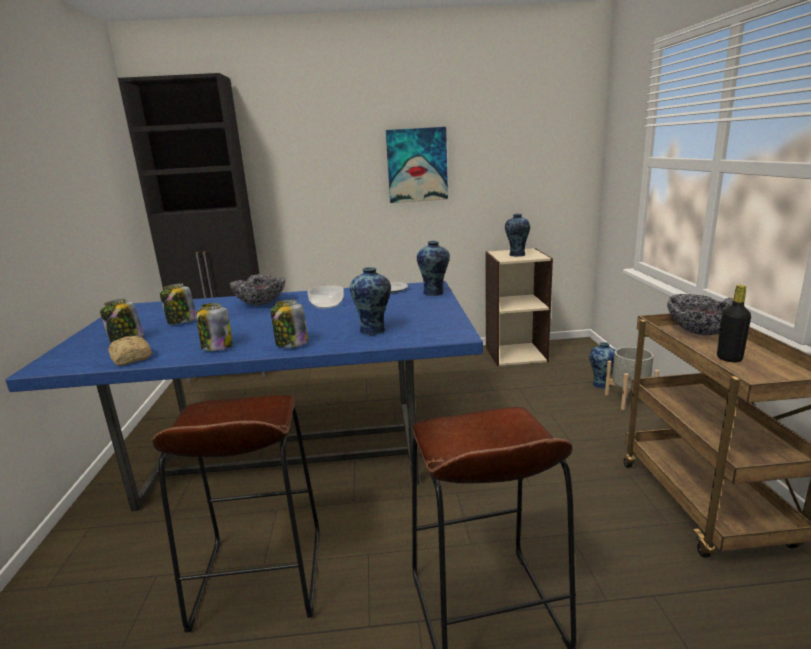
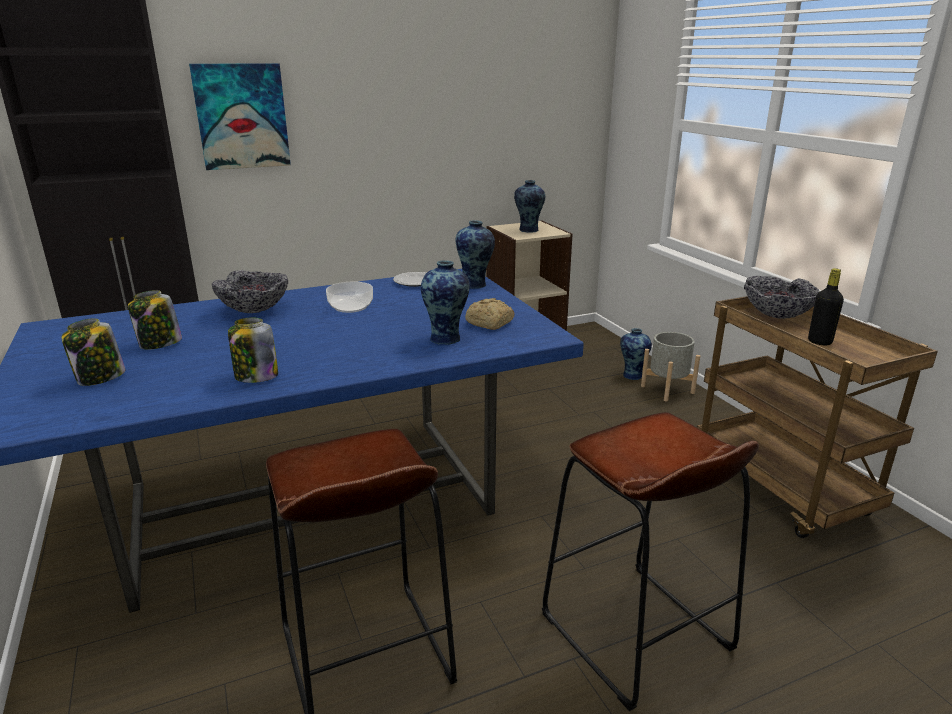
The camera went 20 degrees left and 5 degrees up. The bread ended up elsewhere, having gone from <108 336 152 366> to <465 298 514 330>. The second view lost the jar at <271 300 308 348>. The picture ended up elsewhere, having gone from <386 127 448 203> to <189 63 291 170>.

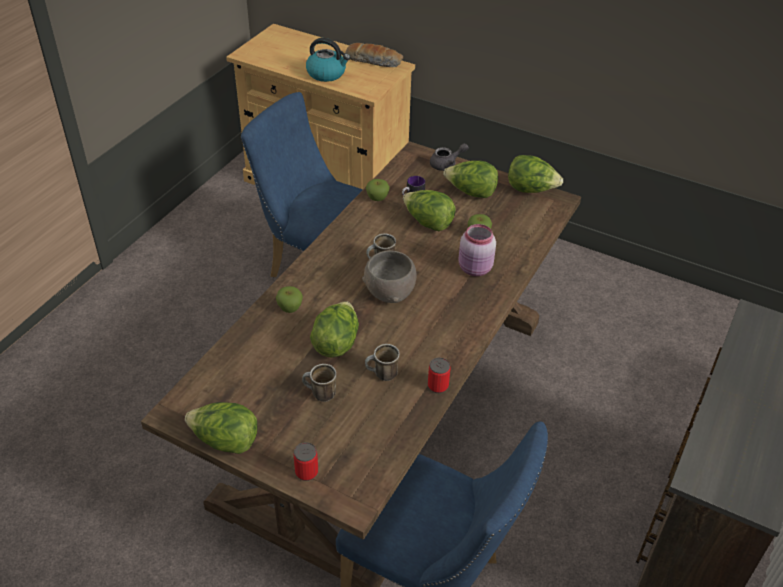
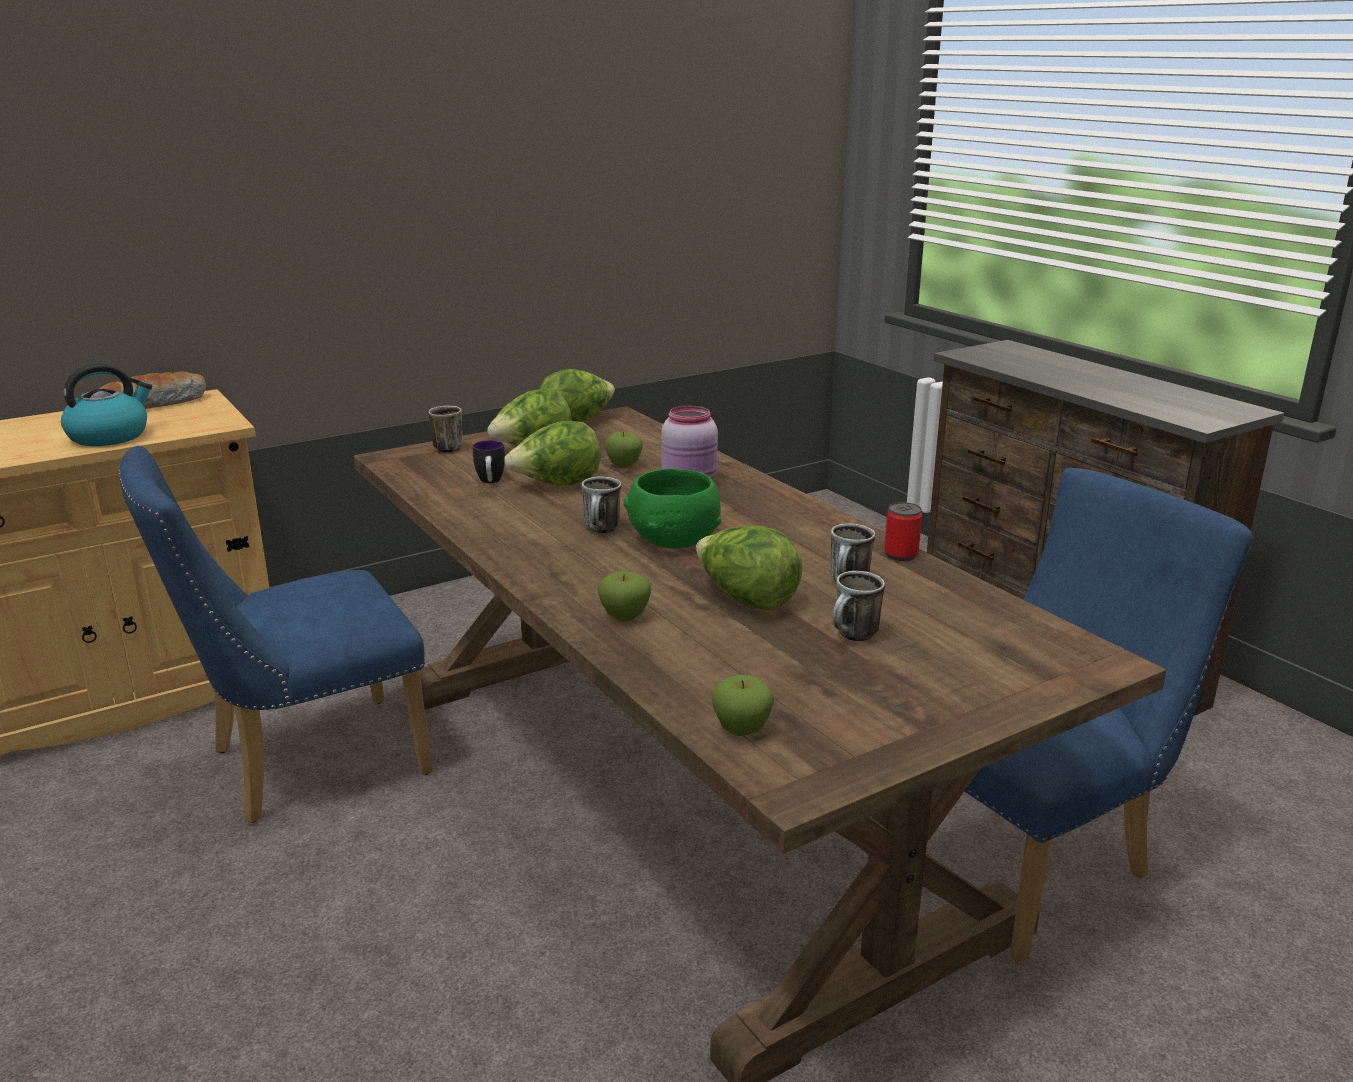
The camera went 60 degrees left and 20 degrees down. The second view lost the lettuce at <185 402 257 454>. The second view lost the can at <293 442 318 481>. What was the grey_bowl at <362 251 416 303> turned into the green_bowl at <624 469 721 548>. The apple ended up elsewhere, having gone from <366 179 390 201> to <711 675 774 736>. Where the grey_teapot stood at <430 143 469 171>, the mug came to stand at <428 406 463 453>.

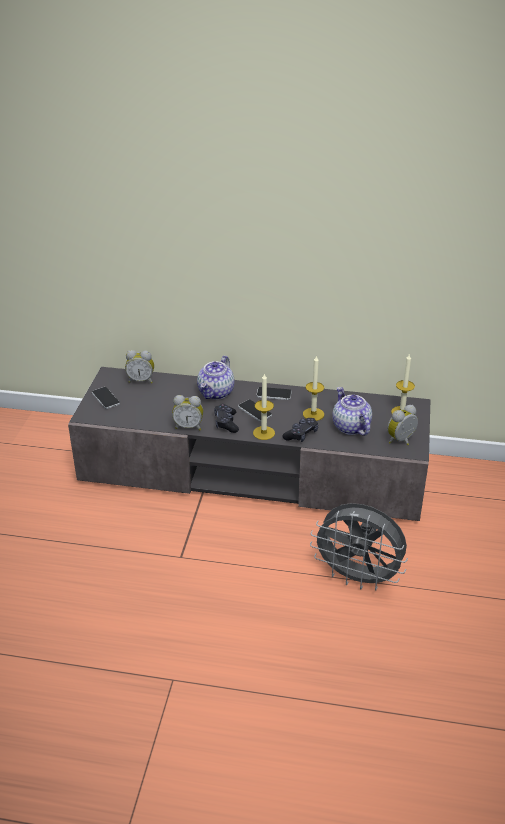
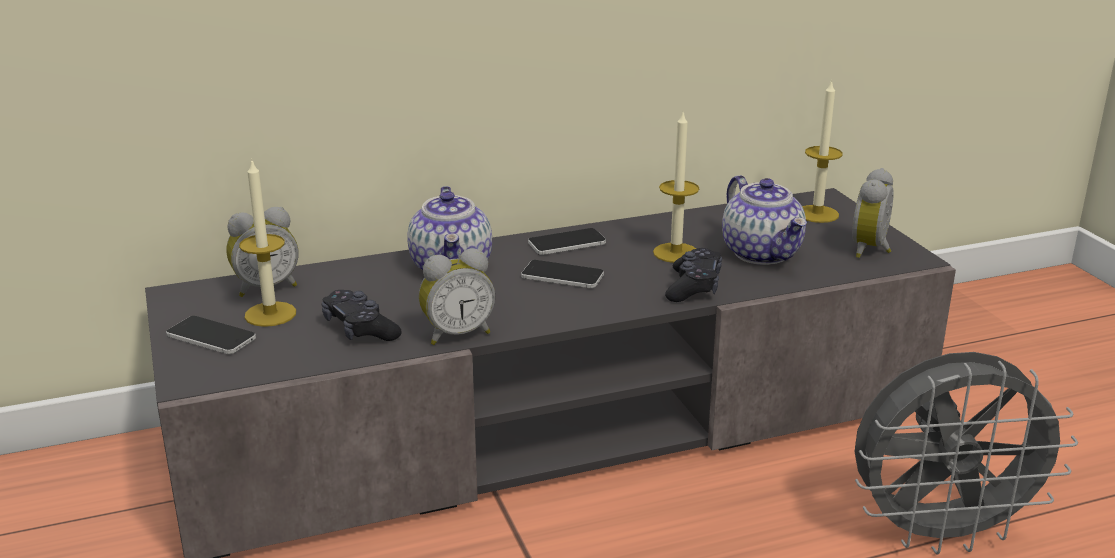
The camera went 30 degrees left and 10 degrees down. The black_game_controller ended up elsewhere, having gone from <214 404 239 433> to <322 290 402 341>. The candle ended up elsewhere, having gone from <253 373 275 440> to <239 158 296 327>. The teapot at <332 387 372 436> ended up facing another way, 150 degrees counterclockwise from before.

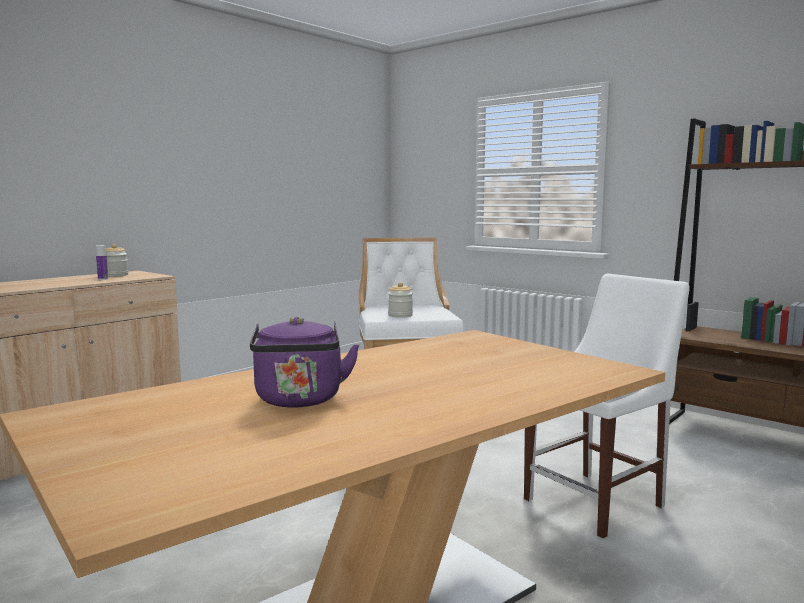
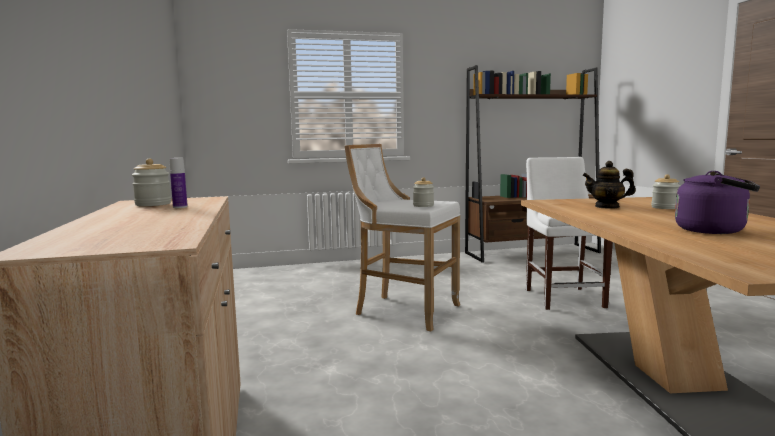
The camera went 55 degrees left and 0 degrees up. The second view gained the teapot at <582 161 636 209>. The second view gained the jar at <651 174 680 209>.

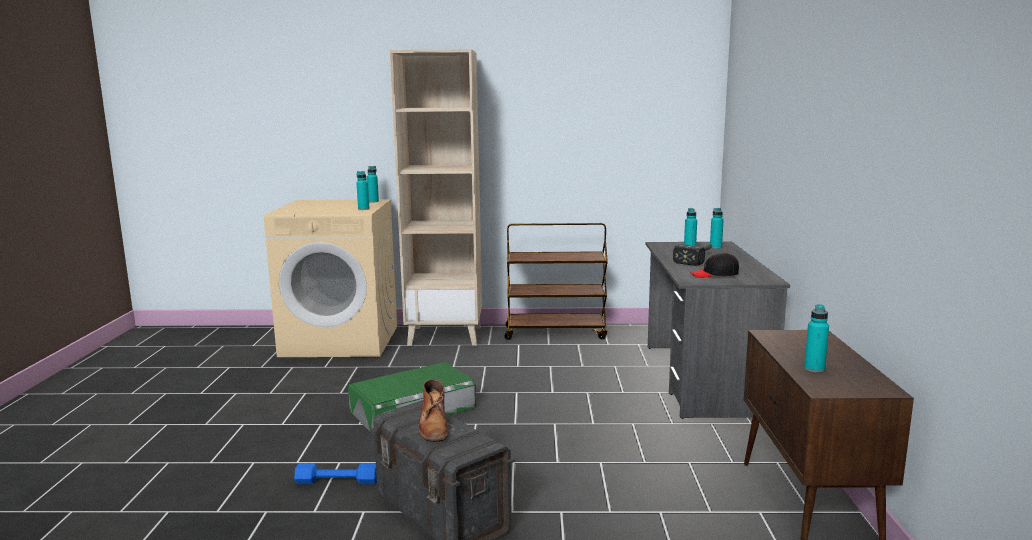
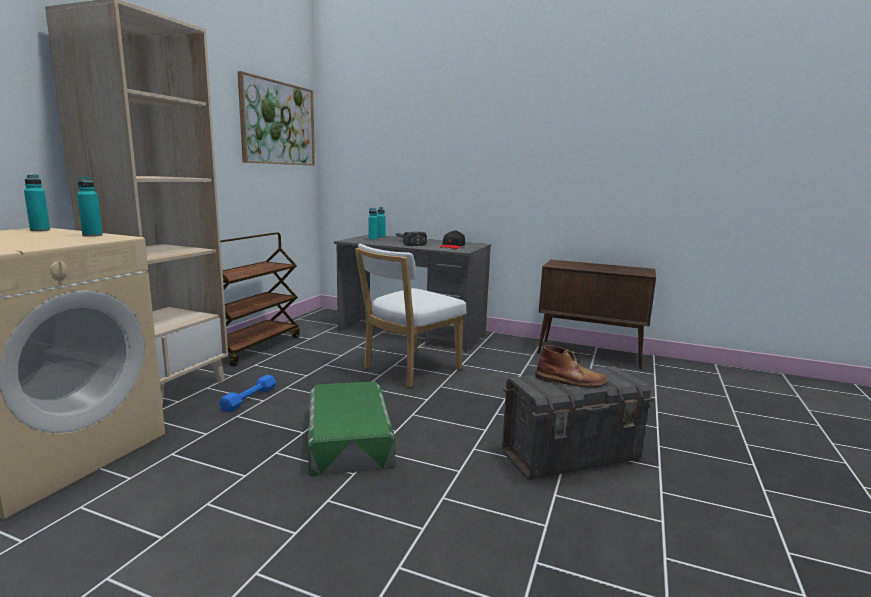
The camera went 70 degrees left and 0 degrees up. The blue_dumbbell ended up elsewhere, having gone from <294 463 377 484> to <219 375 277 412>. The second view lost the turquoise_bottle at <804 304 829 373>. The second view gained the picture at <238 71 315 166>. The second view gained the white_chair at <355 244 466 388>.

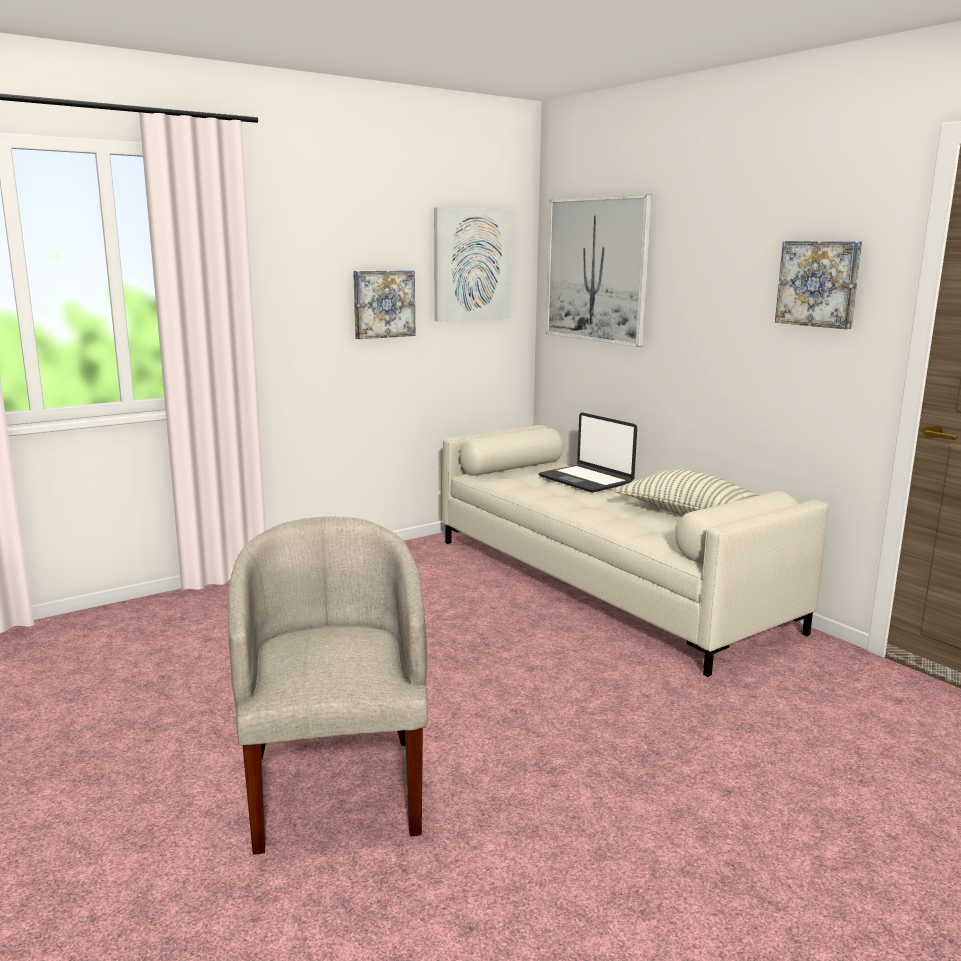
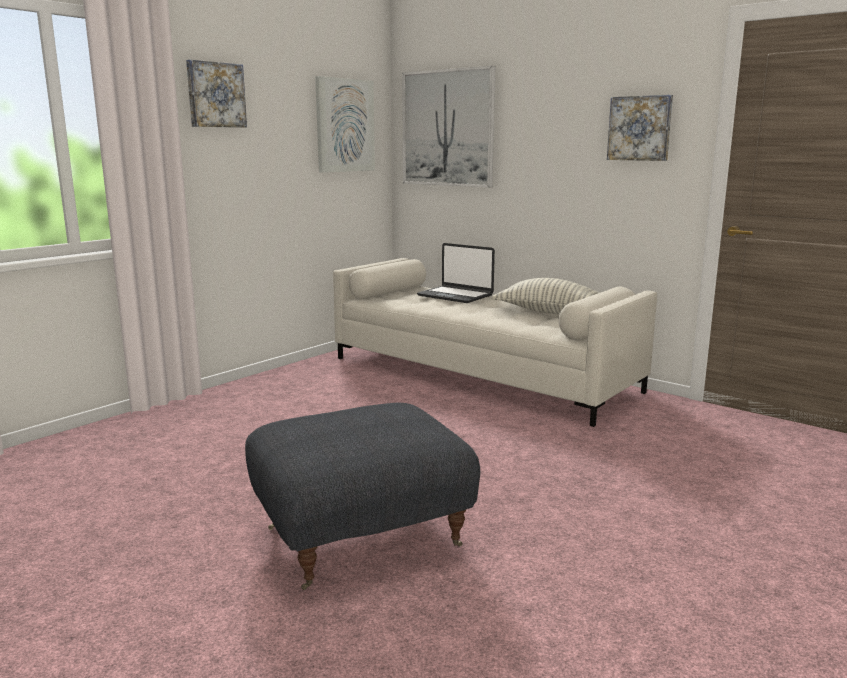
The camera went 15 degrees left and 0 degrees up. Where the beige_armchair stood at <228 517 428 855>, the grey_ottoman came to stand at <245 403 480 590>. The picture ended up elsewhere, having gone from <353 270 415 339> to <186 60 247 128>.

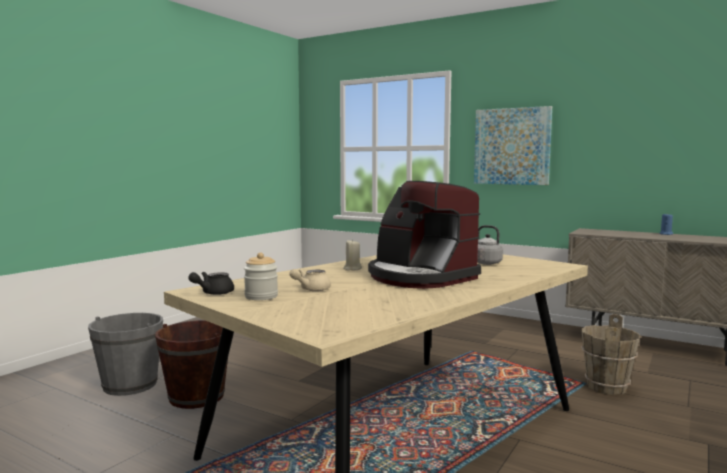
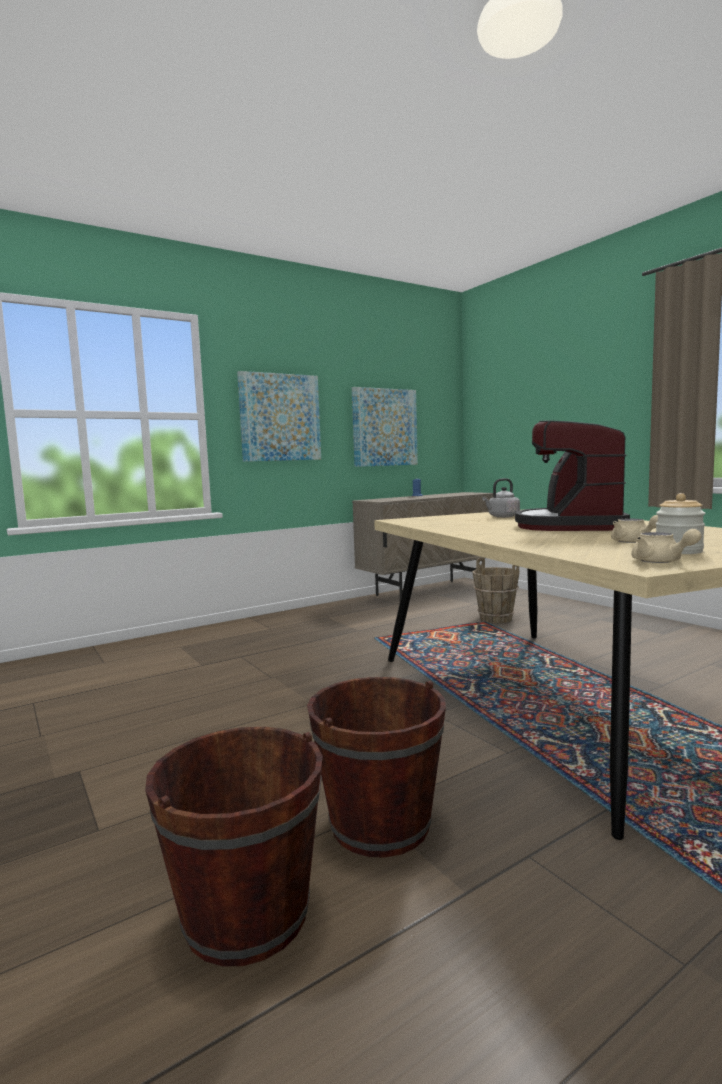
The camera went 65 degrees left and 0 degrees up. What was the grey_bucket at <88 313 163 396> turned into the brown_bucket at <145 727 323 967>. What was the black_teapot at <188 272 234 295> turned into the beige_teapot at <631 529 702 563>. The second view lost the beige_candle at <343 239 362 271>. The coffee_machine at <368 181 481 289> ended up facing another way, 120 degrees clockwise from before. The second view gained the picture at <352 387 418 467>.

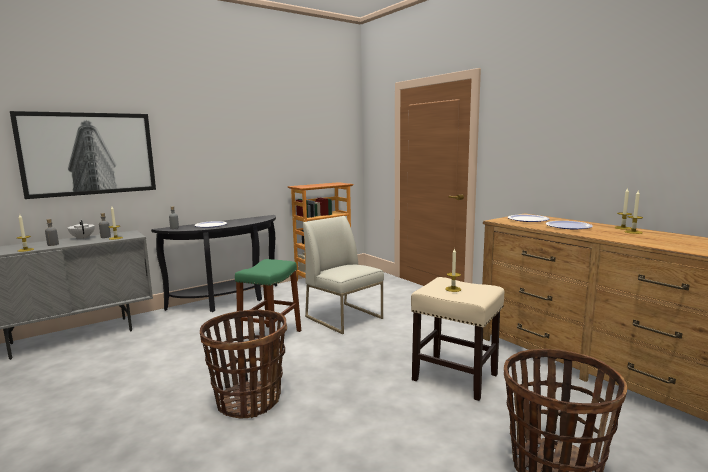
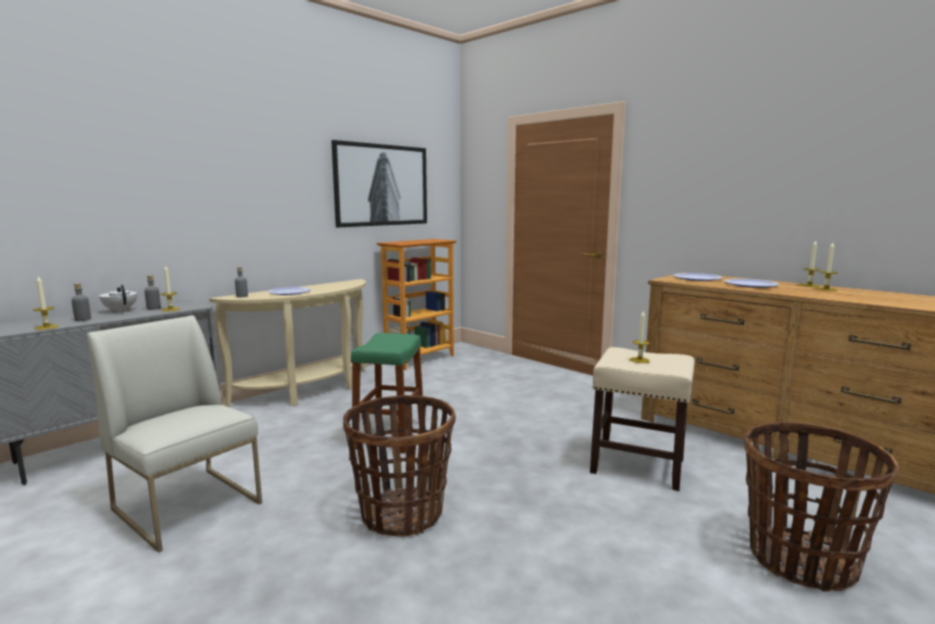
The camera went 10 degrees left and 0 degrees up. The picture ended up elsewhere, having gone from <10 111 156 199> to <331 140 427 227>. What was the black_console_table at <151 215 277 312> turned into the beige_console_table at <209 279 366 407>. The white_chair ended up elsewhere, having gone from <303 216 384 334> to <87 316 262 553>.

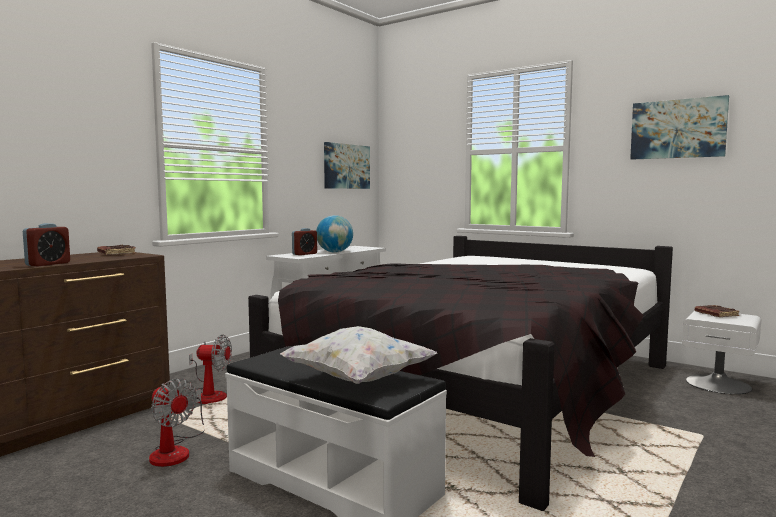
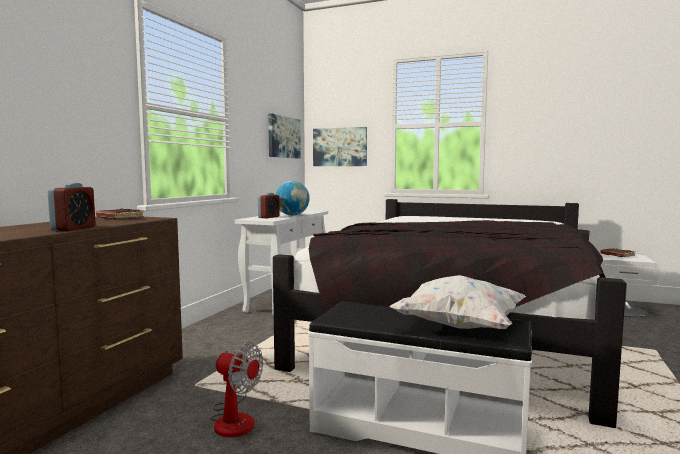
The camera went 15 degrees left and 0 degrees up. The second view lost the fan at <189 335 232 404>. The picture ended up elsewhere, having gone from <630 95 729 160> to <313 127 367 166>.

